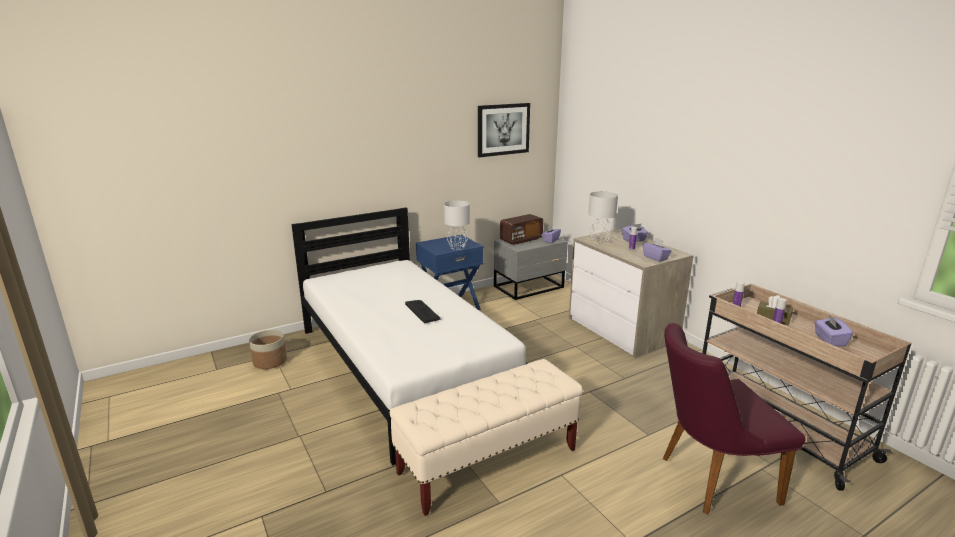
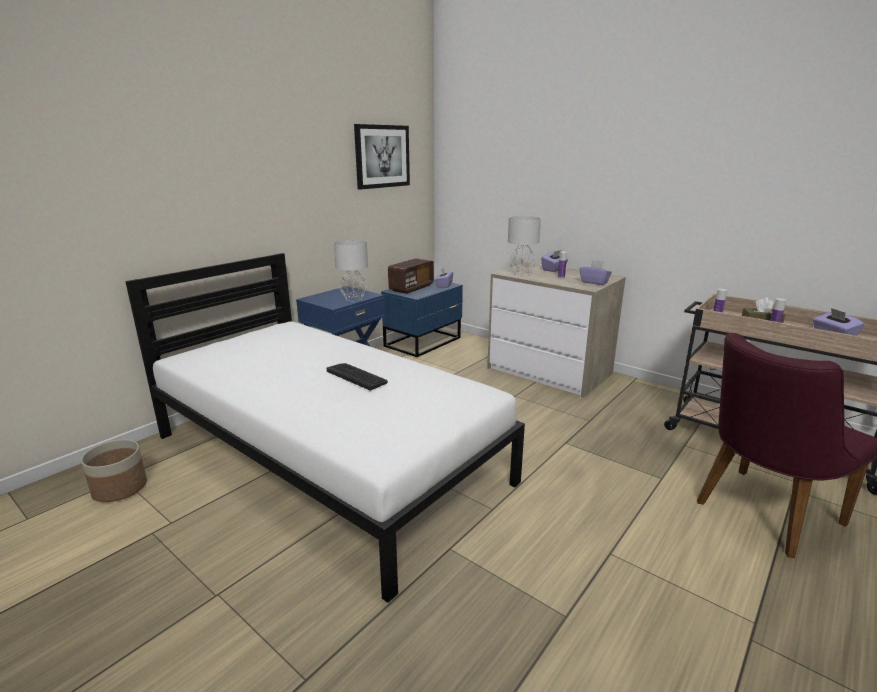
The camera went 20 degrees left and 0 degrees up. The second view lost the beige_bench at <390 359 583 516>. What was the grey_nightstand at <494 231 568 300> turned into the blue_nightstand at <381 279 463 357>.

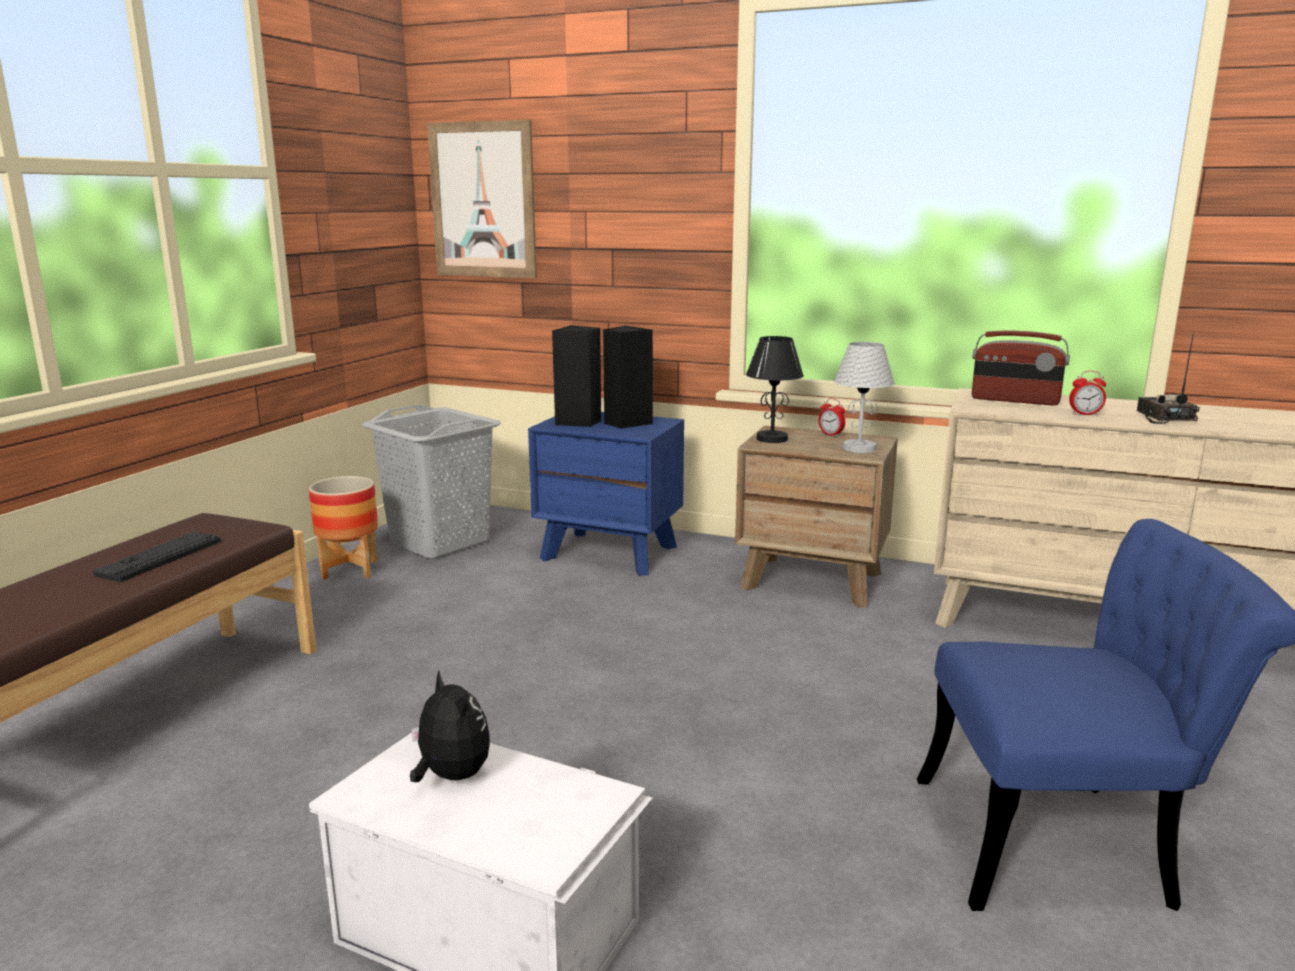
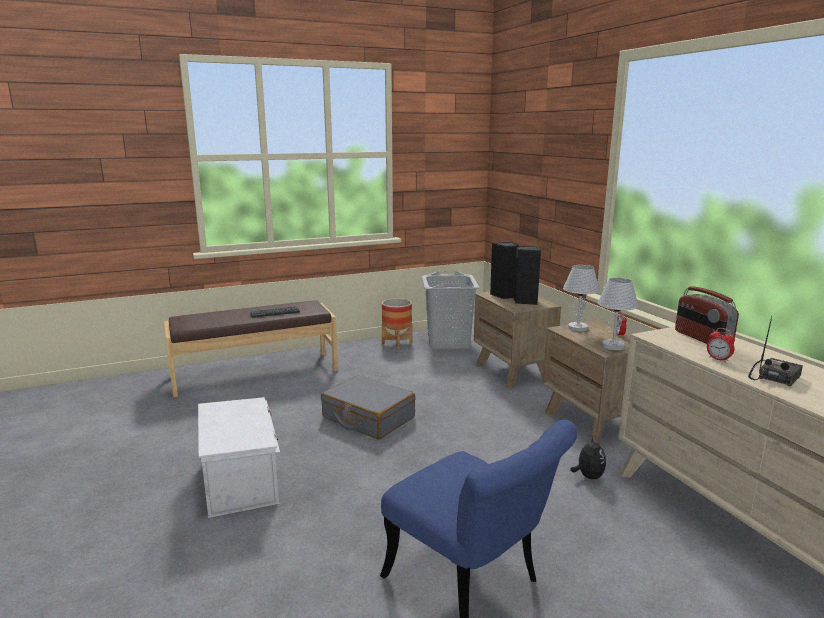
The camera went 45 degrees right and 0 degrees up. The plush_toy ended up elsewhere, having gone from <410 671 490 782> to <570 435 606 479>. The second view lost the picture at <427 120 537 278>. What was the blue_nightstand at <528 412 684 576> turned into the brown_nightstand at <474 291 561 389>. What was the black_table_lamp at <746 336 804 443> turned into the white_table_lamp at <563 265 600 332>. The second view gained the grey_suitcase at <321 375 415 439>.

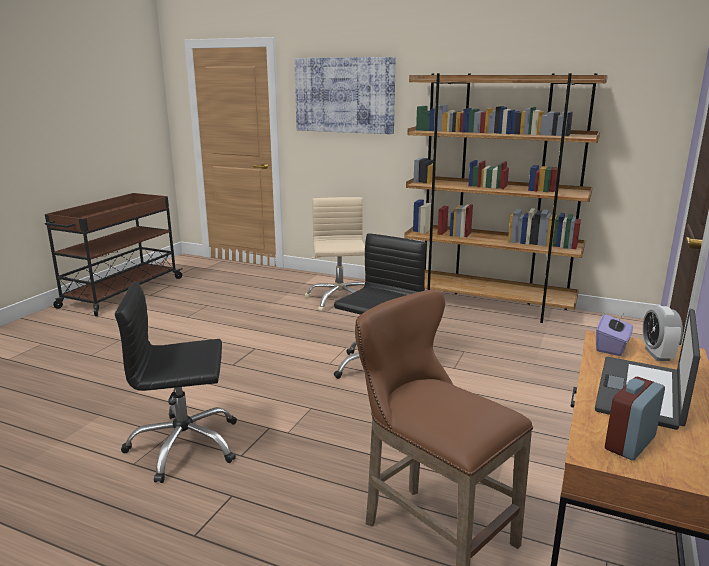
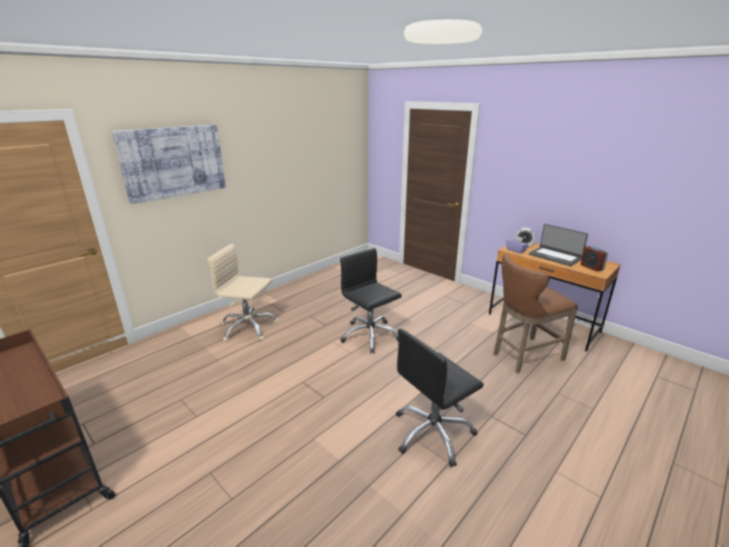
The camera went 70 degrees left and 5 degrees up. The black_office_chair at <115 281 237 483> ended up facing another way, 45 degrees clockwise from before. The second view lost the brown_bookcase at <404 73 608 323>.

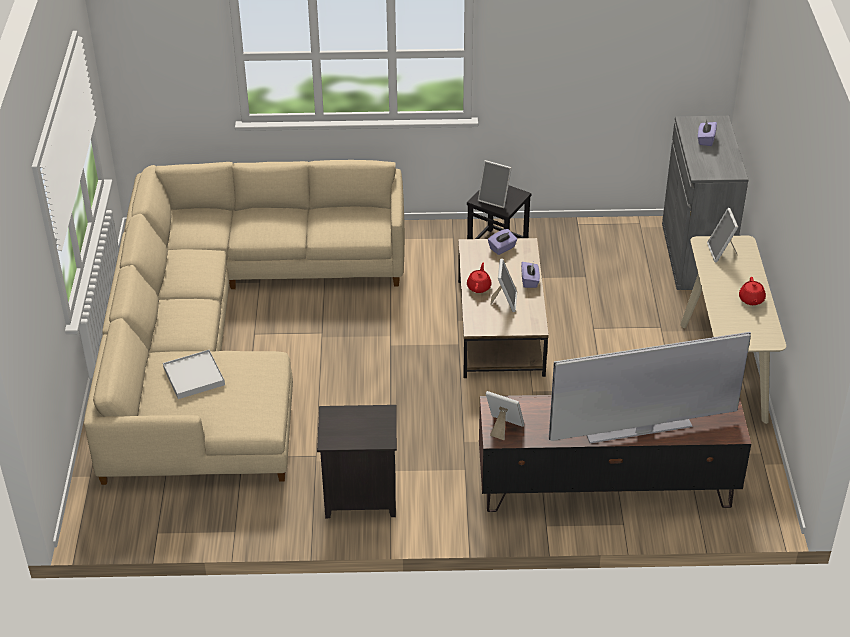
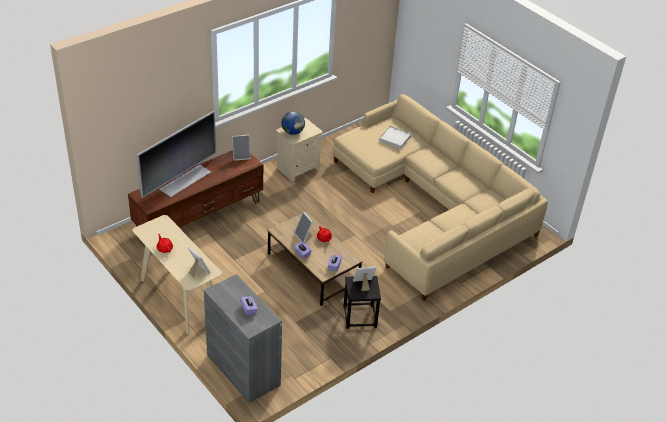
The camera went 140 degrees right and 0 degrees up. What was the black_nightstand at <317 405 397 518> turned into the beige_nightstand at <276 118 323 182>. The second view gained the globe at <281 111 305 135>.

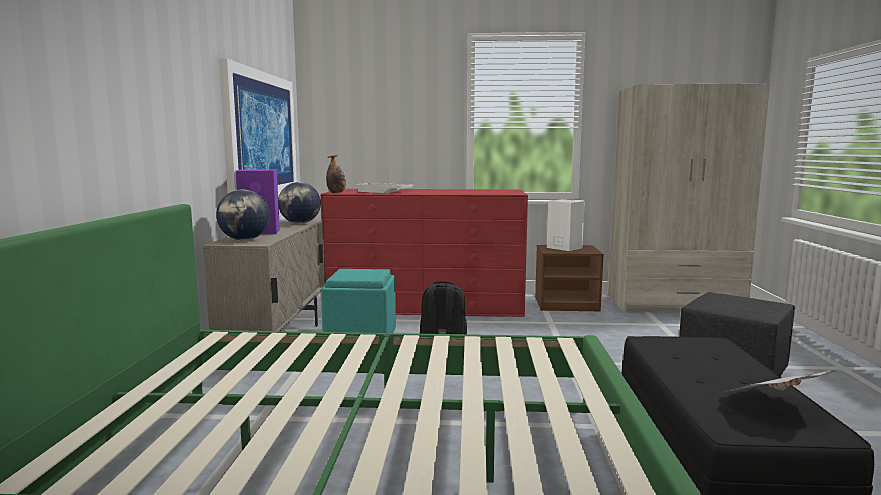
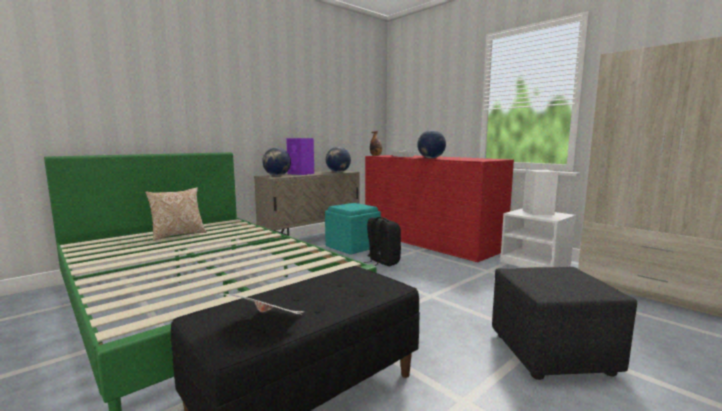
The camera went 45 degrees right and 0 degrees up. The second view lost the picture at <219 58 297 195>. What was the brown_nightstand at <535 245 604 312> turned into the white_nightstand at <500 208 576 268>. The second view gained the pillow at <145 187 207 241>. The second view gained the globe at <417 130 446 158>.

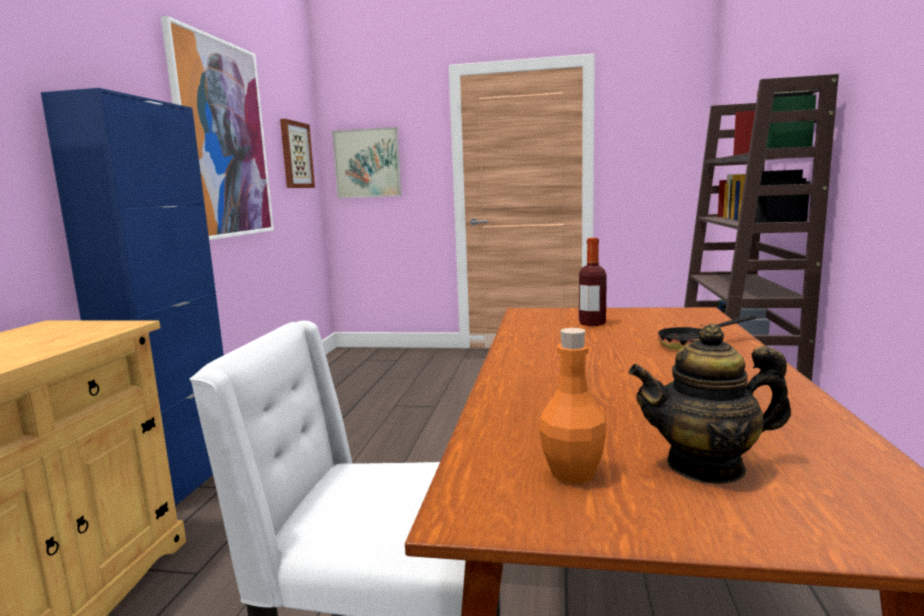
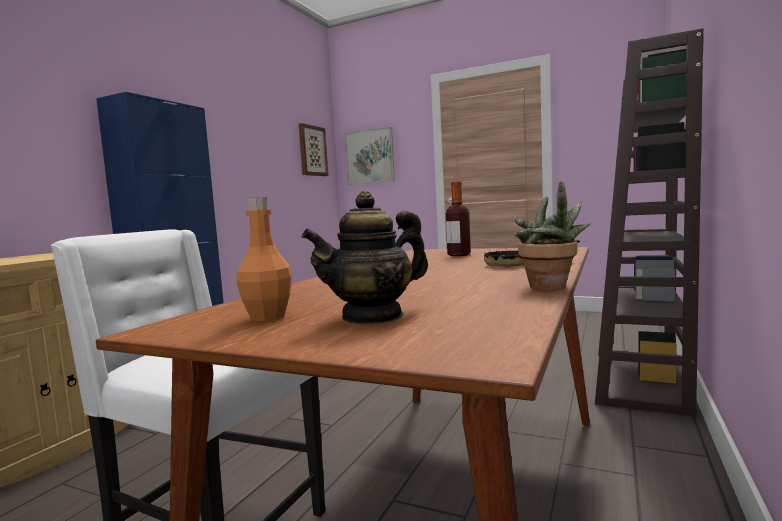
The camera went 15 degrees right and 5 degrees down. The second view lost the picture at <161 16 274 240>. The teapot at <628 324 791 484> ended up facing another way, 45 degrees counterclockwise from before. The second view gained the potted_plant at <515 181 590 291>.

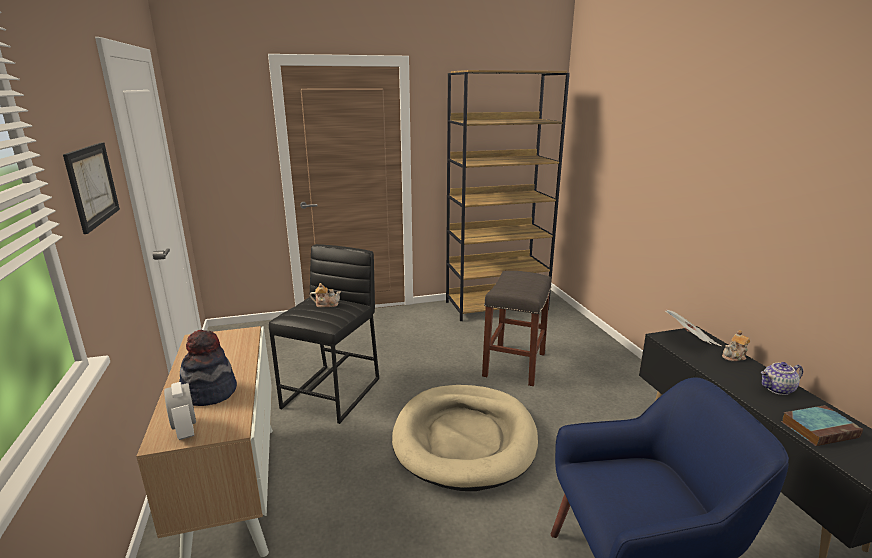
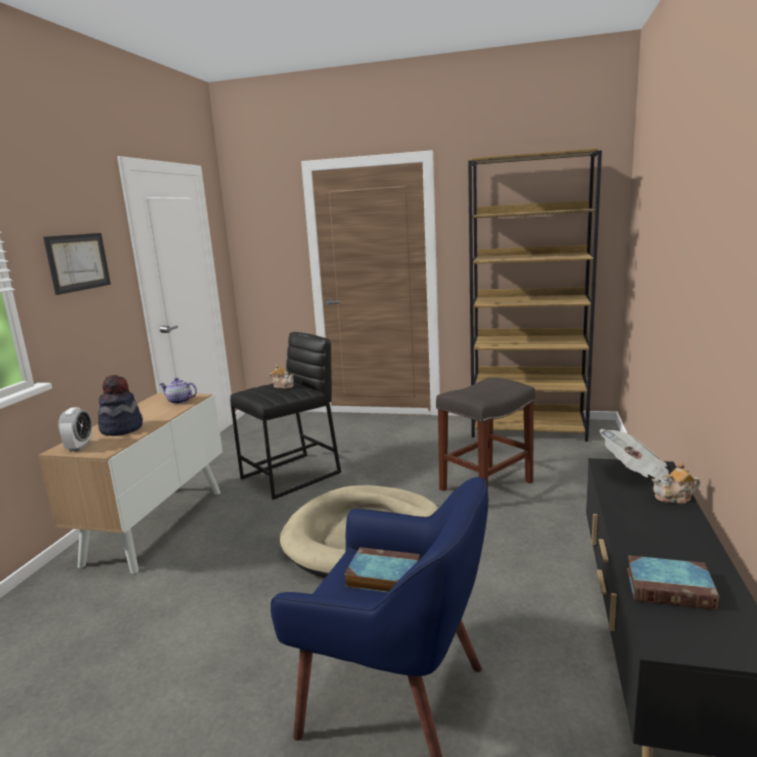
The camera went 30 degrees right and 5 degrees down. The teapot ended up elsewhere, having gone from <761 362 803 395> to <160 378 197 404>. The second view gained the book at <344 547 420 593>.

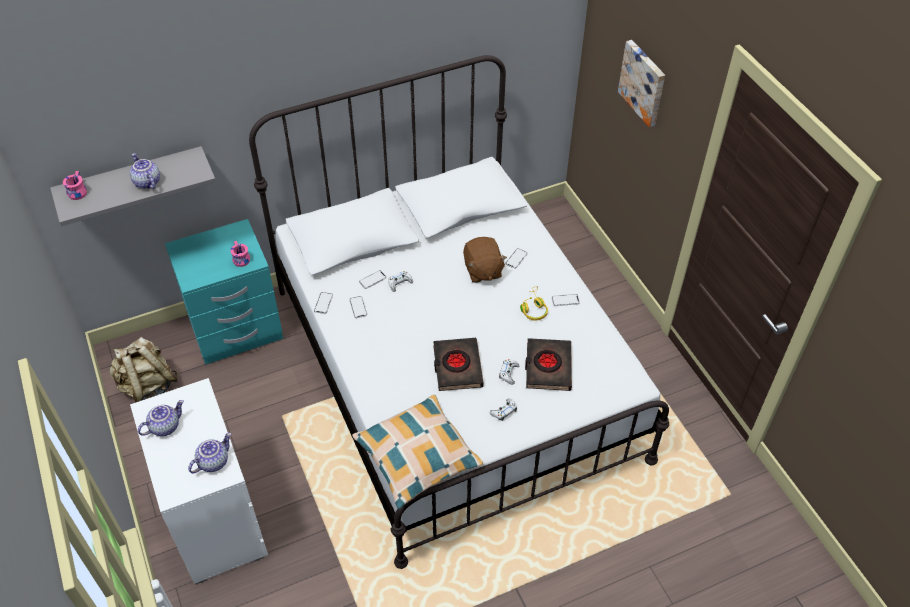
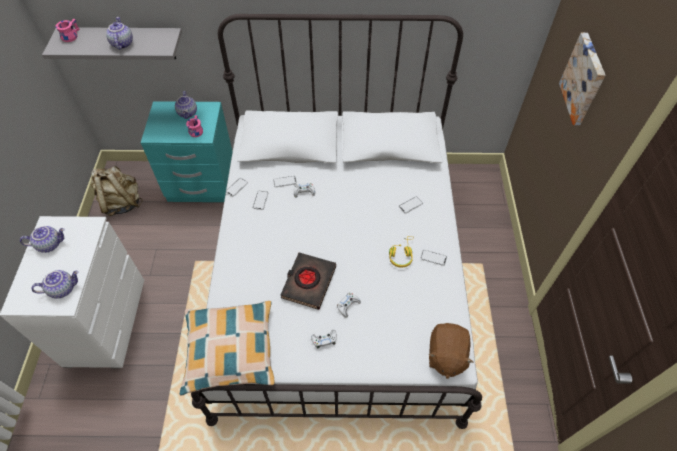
The camera went 25 degrees right and 5 degrees up. The brown_plush_toy ended up elsewhere, having gone from <463 237 507 283> to <428 323 474 379>. The second view lost the black_book at <525 338 572 391>. The second view gained the teapot at <175 91 197 119>.

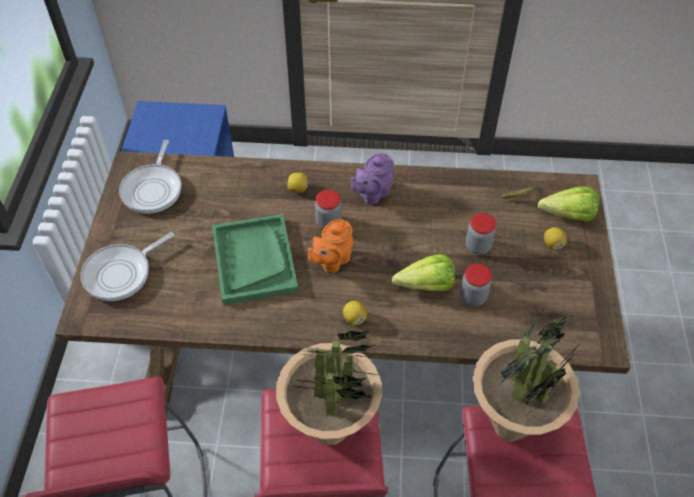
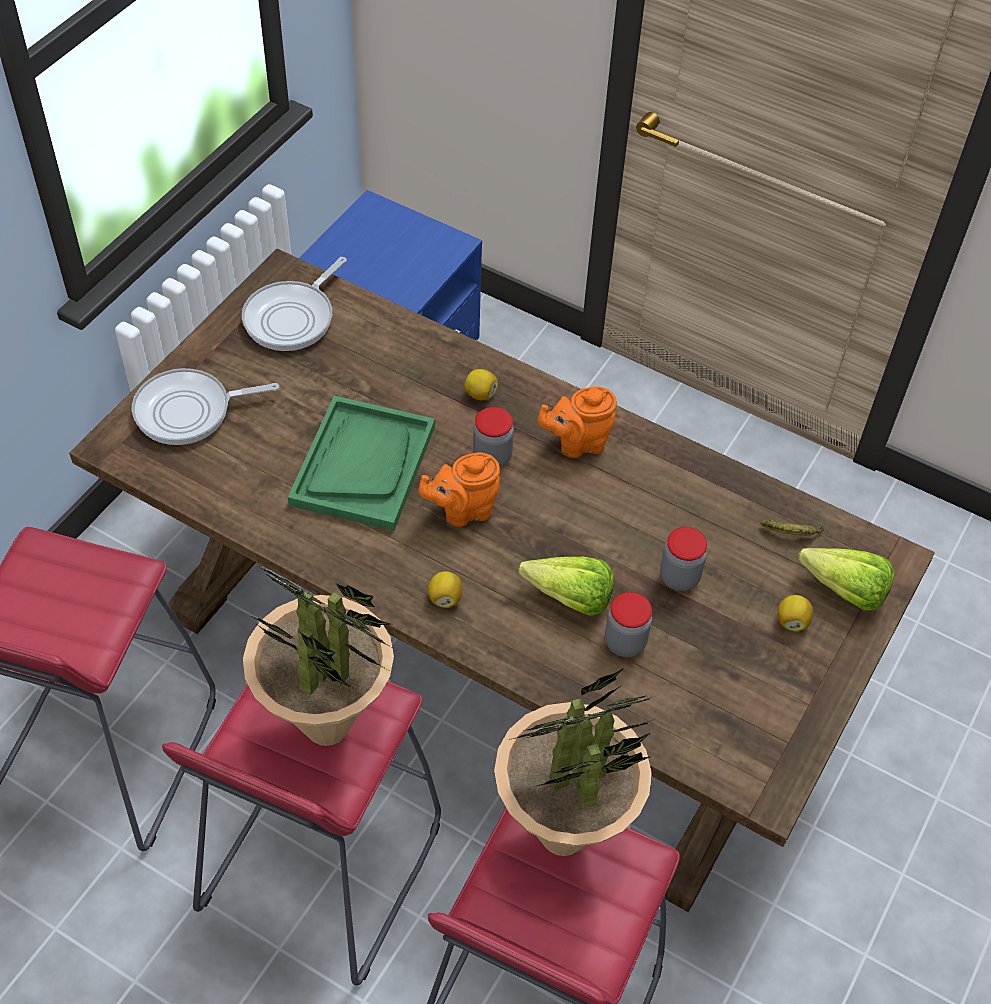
The camera went 25 degrees right and 0 degrees up. What was the purple_teapot at <351 154 394 205> turned into the orange_teapot at <538 386 617 458>.

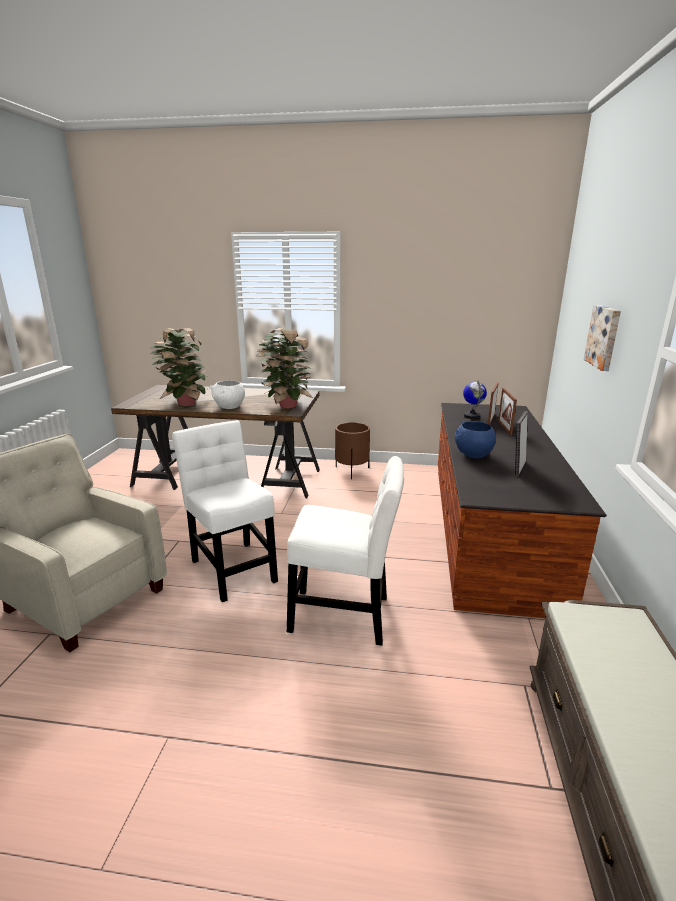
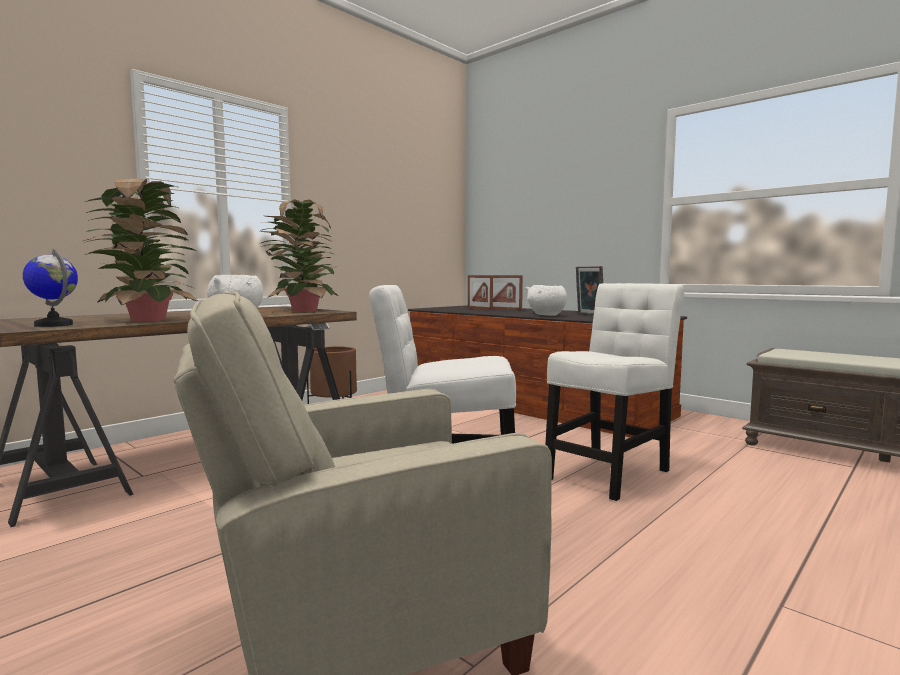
The camera went 55 degrees left and 15 degrees down. What was the blue_bowl at <455 421 496 458> turned into the white_bowl at <526 285 567 316>. The globe ended up elsewhere, having gone from <463 381 487 419> to <23 249 78 327>. The second view lost the picture at <584 305 621 371>.

